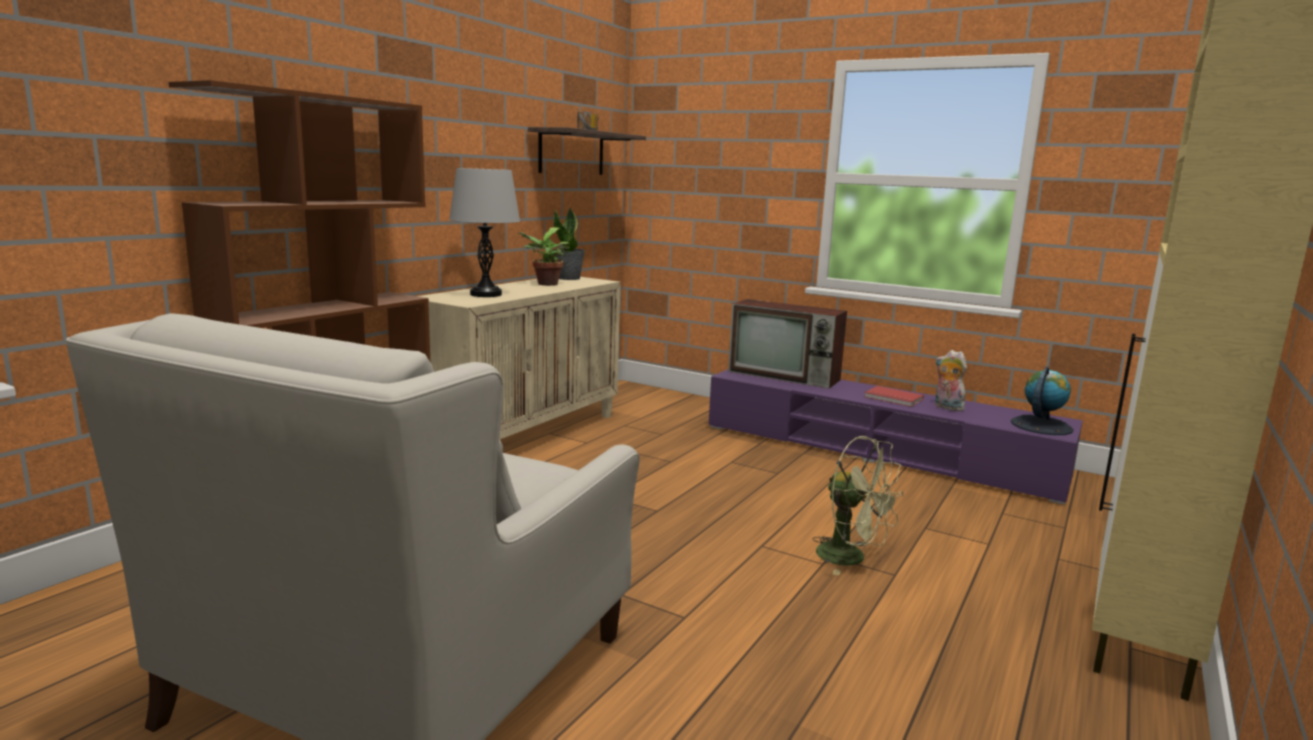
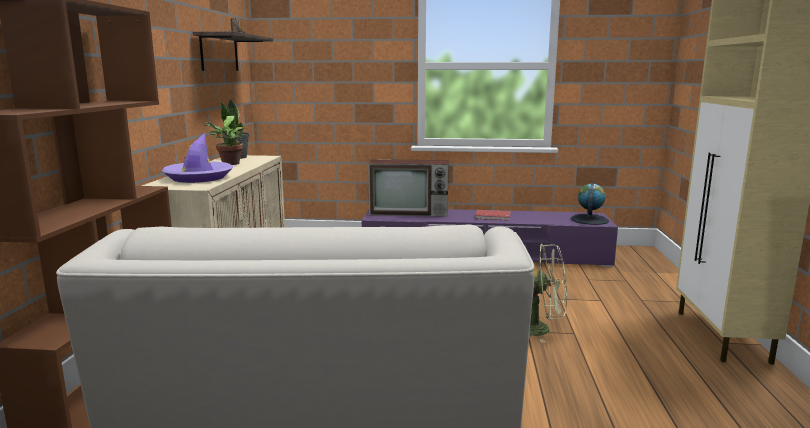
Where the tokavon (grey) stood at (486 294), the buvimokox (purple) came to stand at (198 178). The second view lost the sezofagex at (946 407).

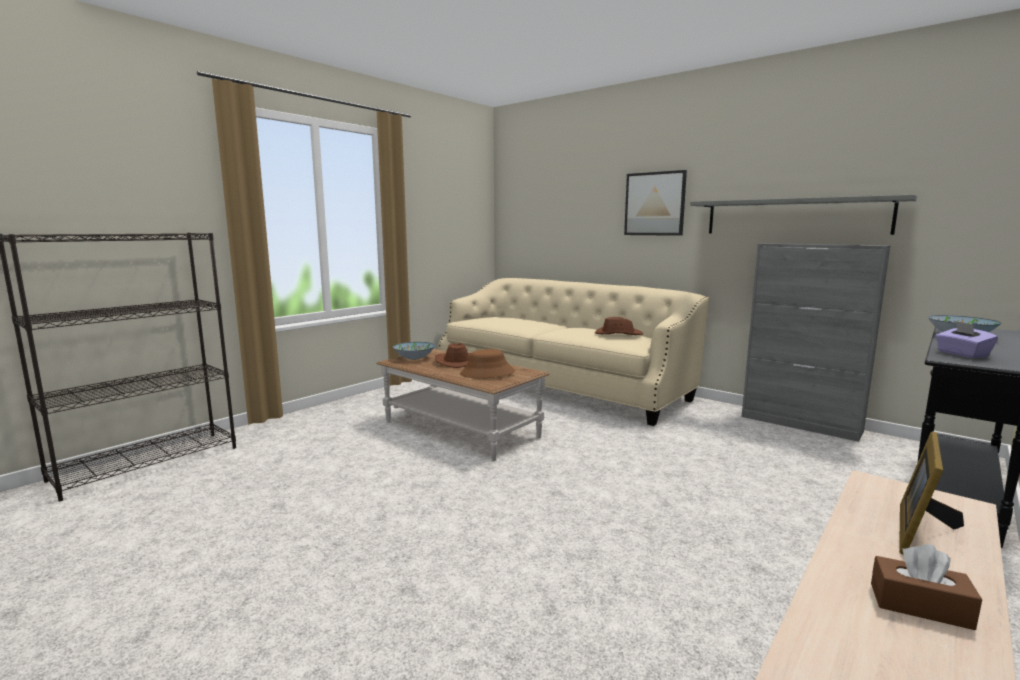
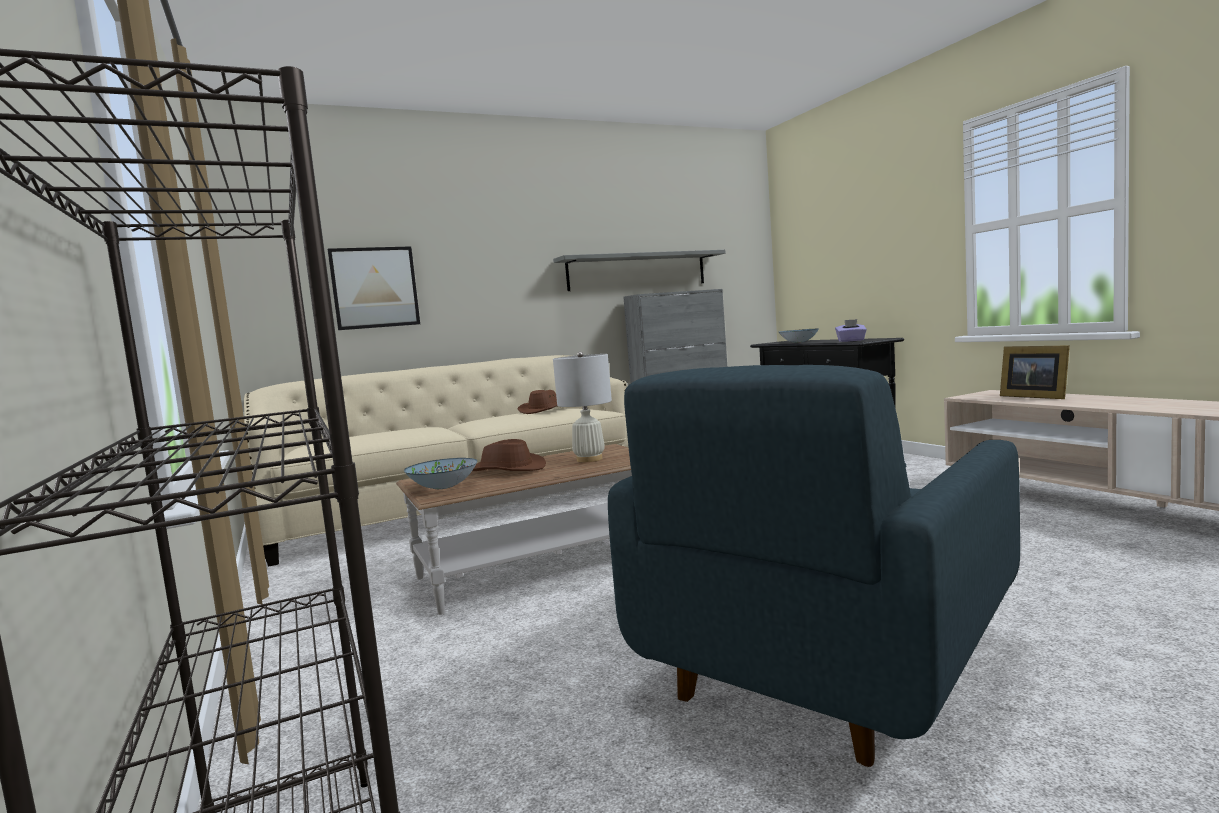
Where the buvimokox (brown) stood at (487 373), the tokavon (white) came to stand at (589 459). The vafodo ended up elsewhere, having gone from (654 204) to (375 287). The second view lost the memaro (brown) at (920 605). The second view gained the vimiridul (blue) at (825 663).

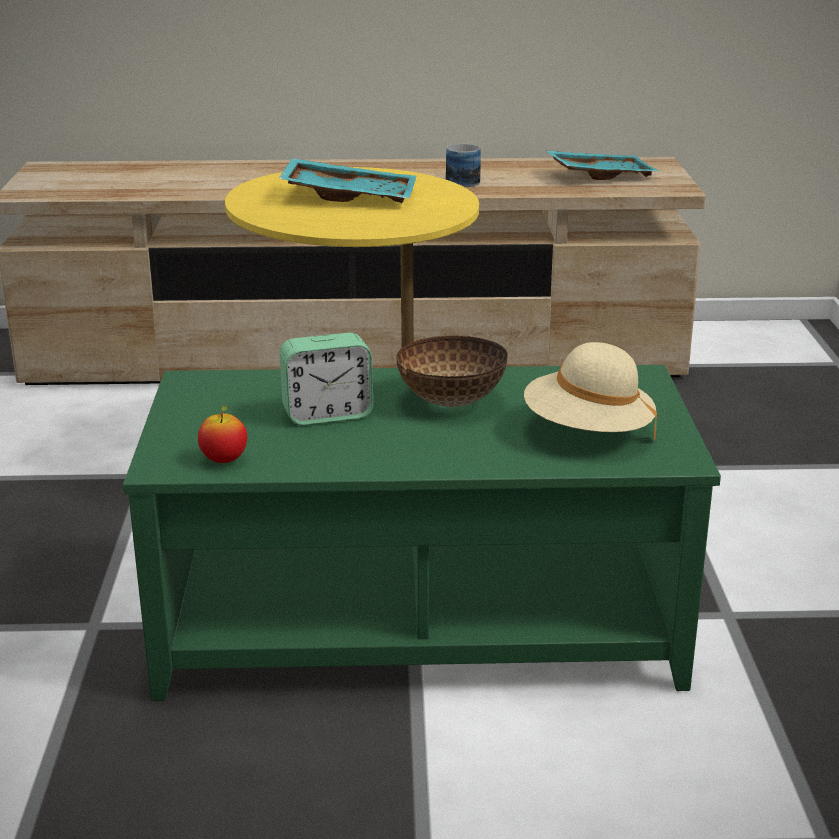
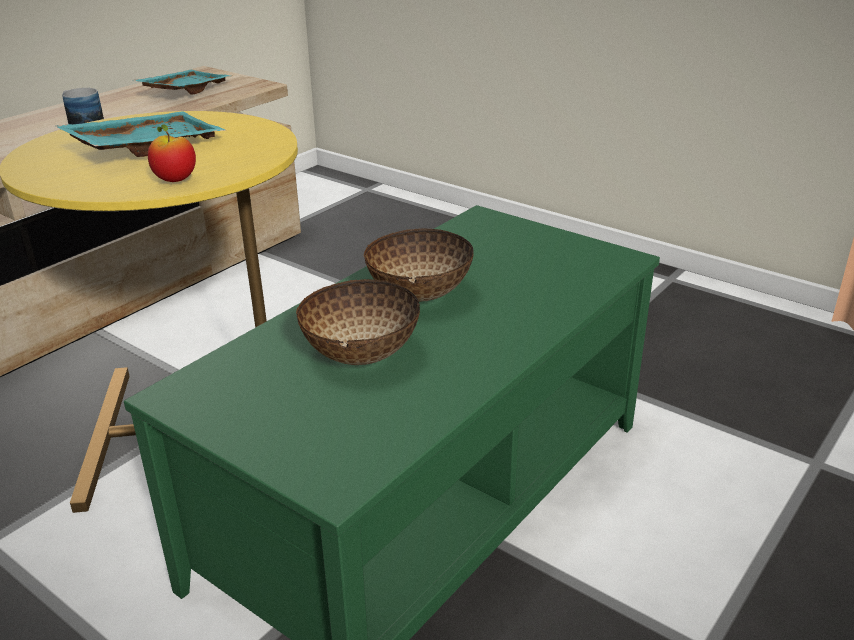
The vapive ended up elsewhere, having gone from (224 460) to (175 180). Where the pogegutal stood at (327 414), the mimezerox came to stand at (360 354). The second view lost the buvimokox (beige) at (587 432).

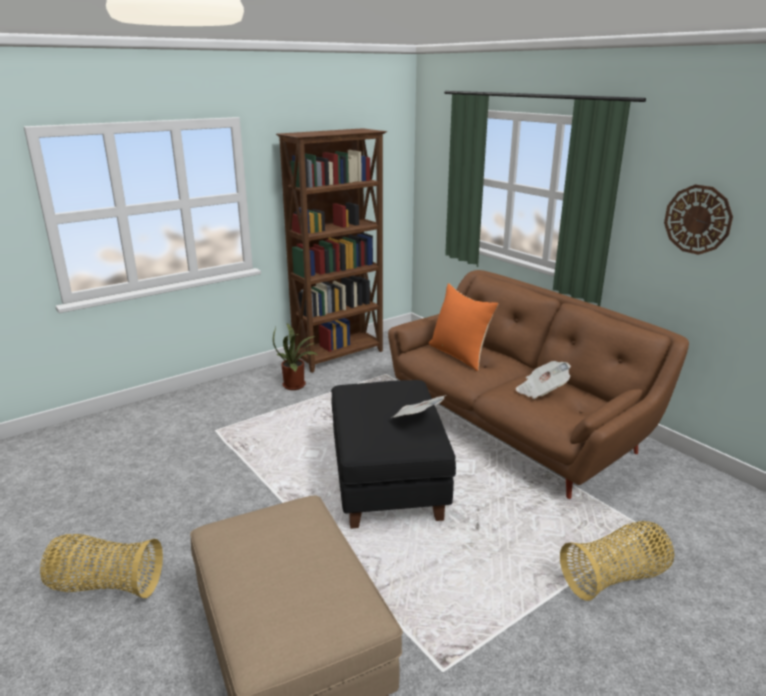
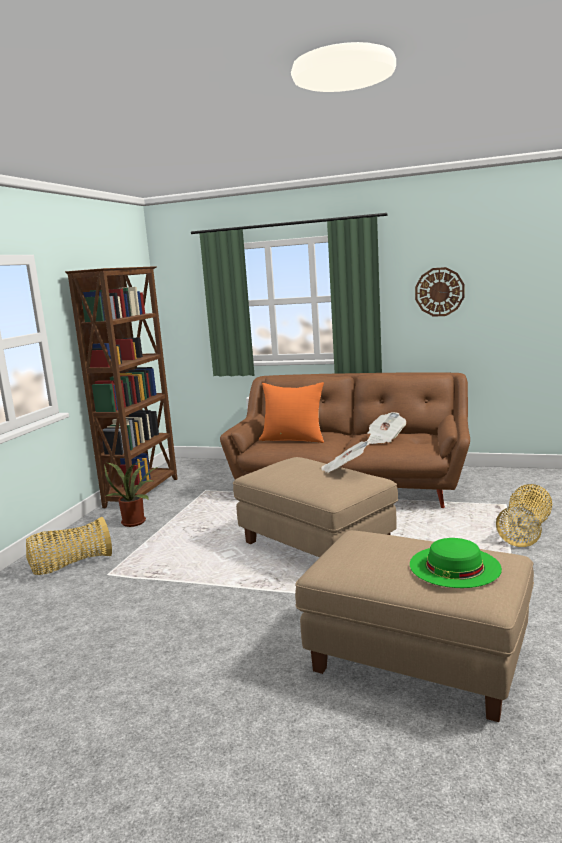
The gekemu ended up elsewhere, having gone from (105 585) to (70 565). What was the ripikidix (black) at (387 481) turned into the ripikidix (beige) at (315 545). The second view gained the buvimokox (green) at (454 566).

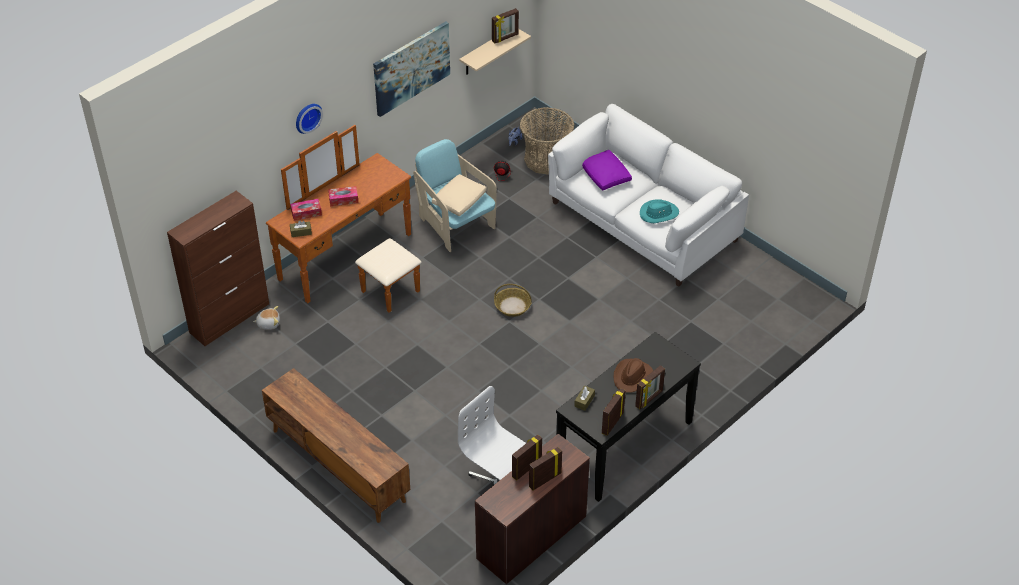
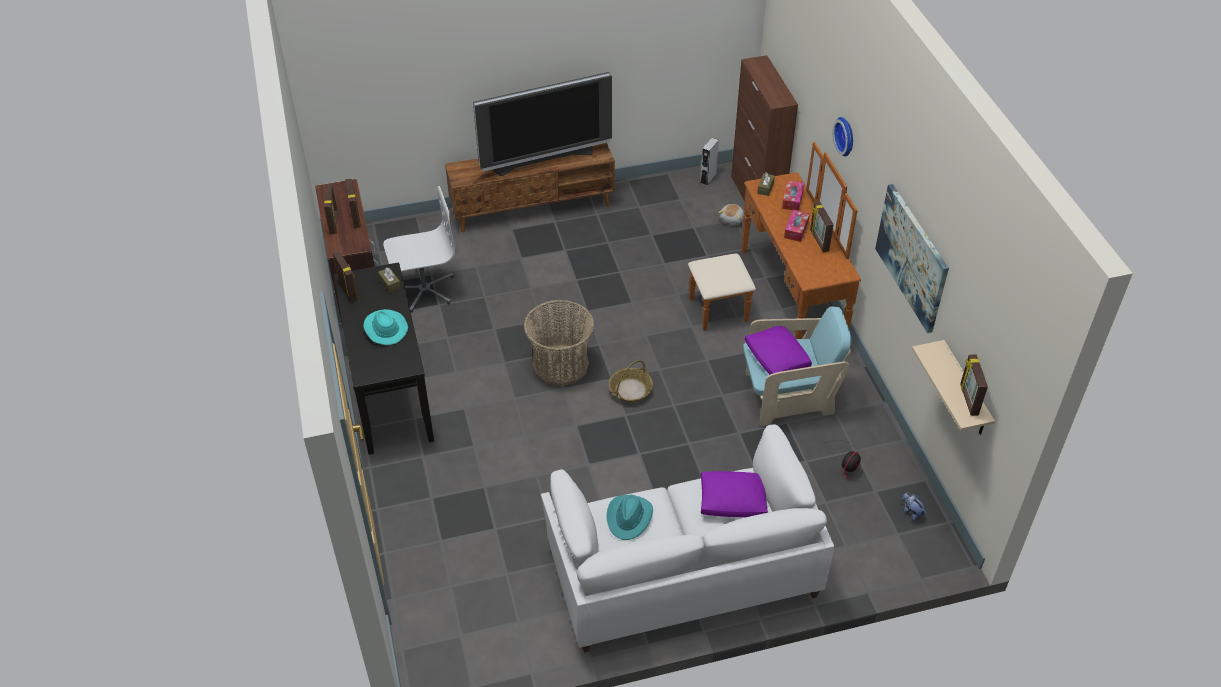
What was the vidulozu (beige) at (459 200) turned into the vidulozu (purple) at (777 358). The gekemu ended up elsewhere, having gone from (546 159) to (560 365). What was the buvimokox (brown) at (632 377) turned into the buvimokox (turquoise) at (385 328). The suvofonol ended up elsewhere, having gone from (649 399) to (818 241). The second view gained the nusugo at (544 160). The second view gained the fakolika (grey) at (708 178).

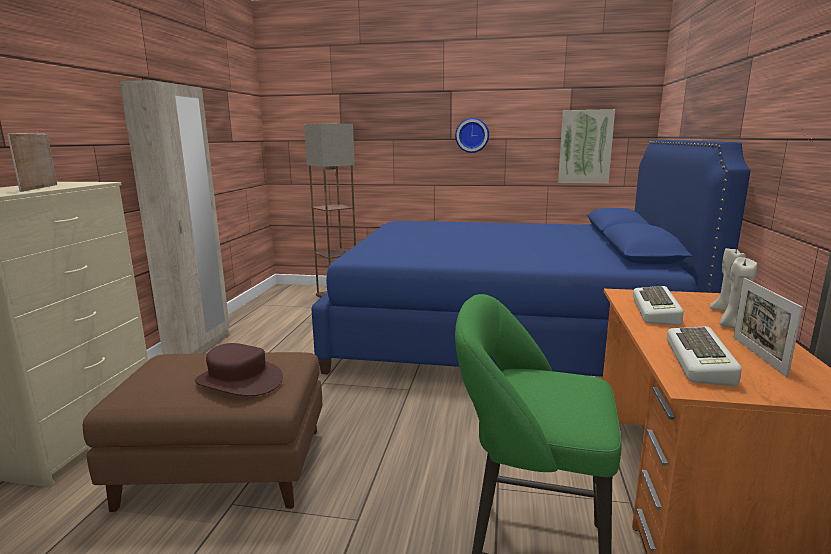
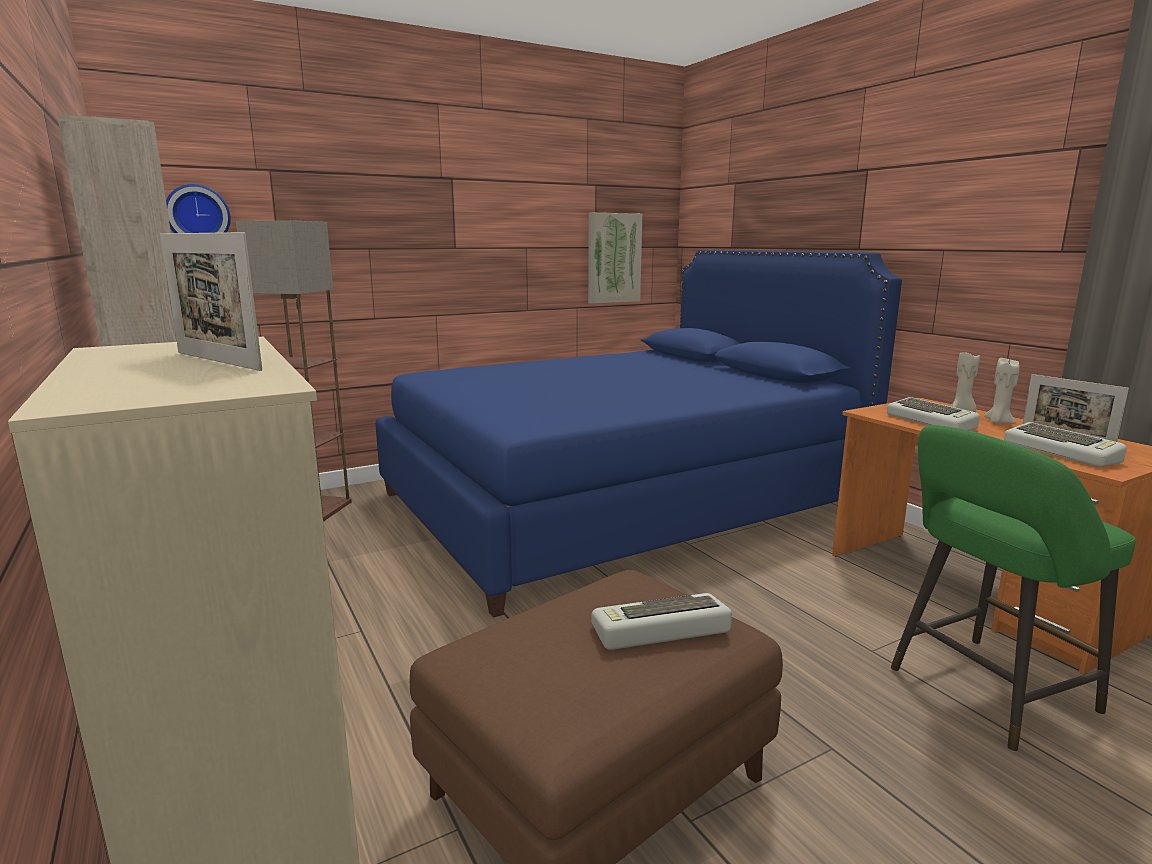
Where the buvimokox (brown) stood at (238 381), the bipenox came to stand at (660 631). The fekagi ended up elsewhere, having gone from (472 135) to (197 215).

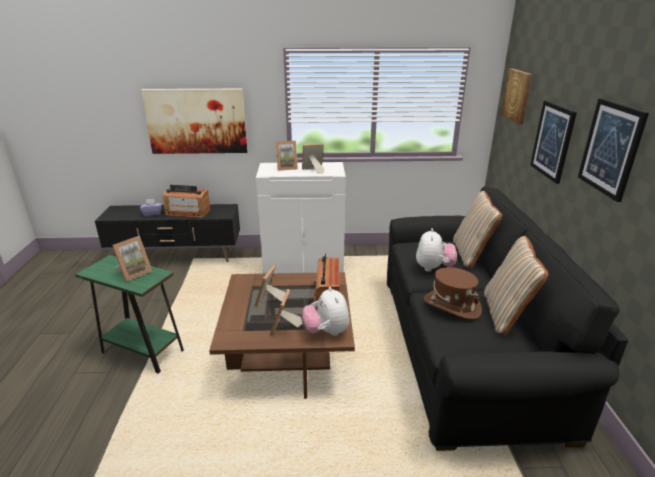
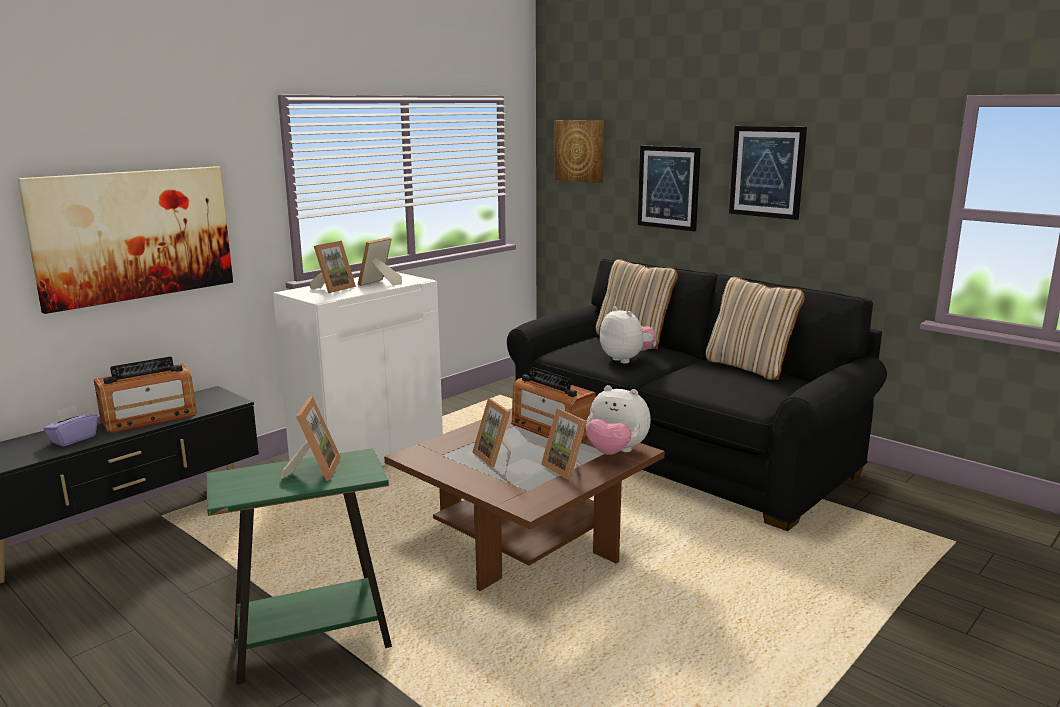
The second view lost the buvimokox (brown) at (451 306).

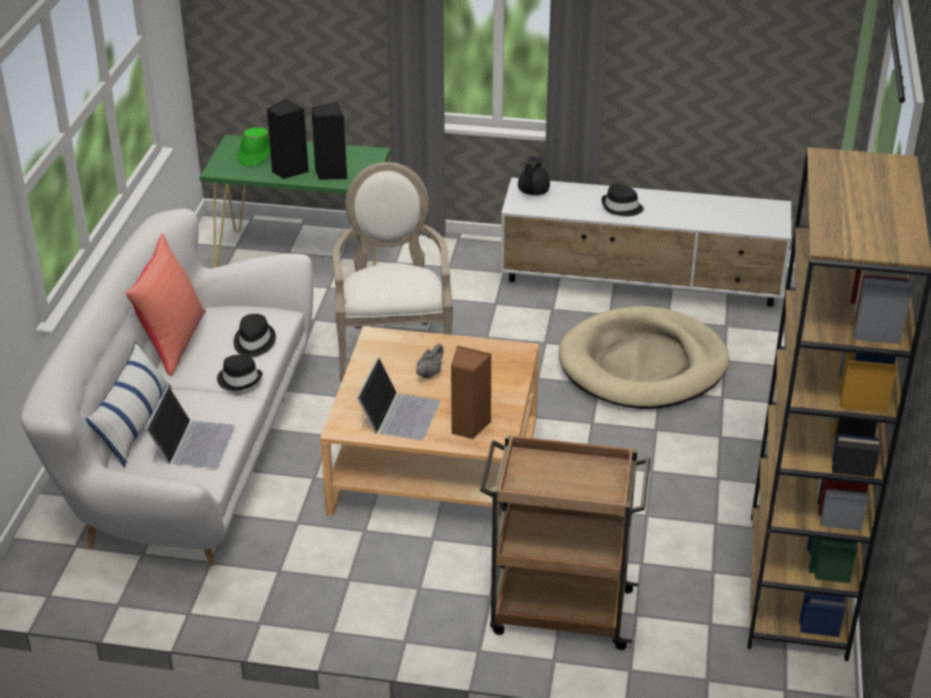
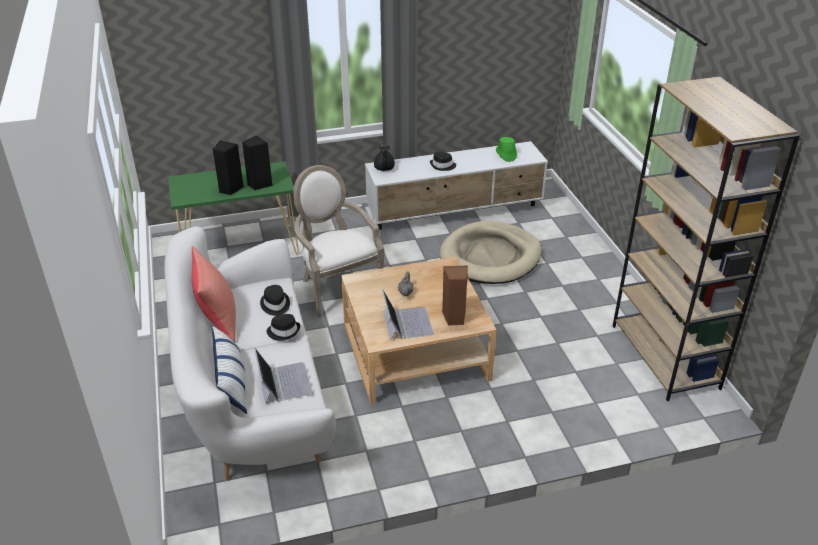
The buvimokox (green) ended up elsewhere, having gone from (255 155) to (506 154). The second view lost the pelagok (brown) at (558 611).

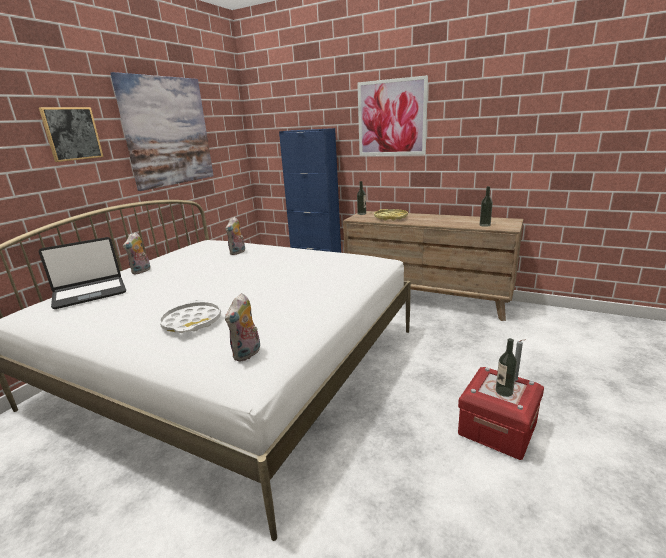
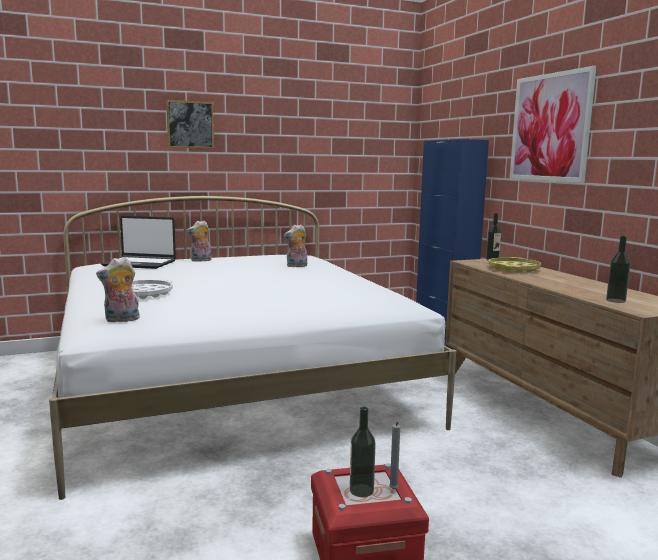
The second view lost the vafodo at (168 132).

